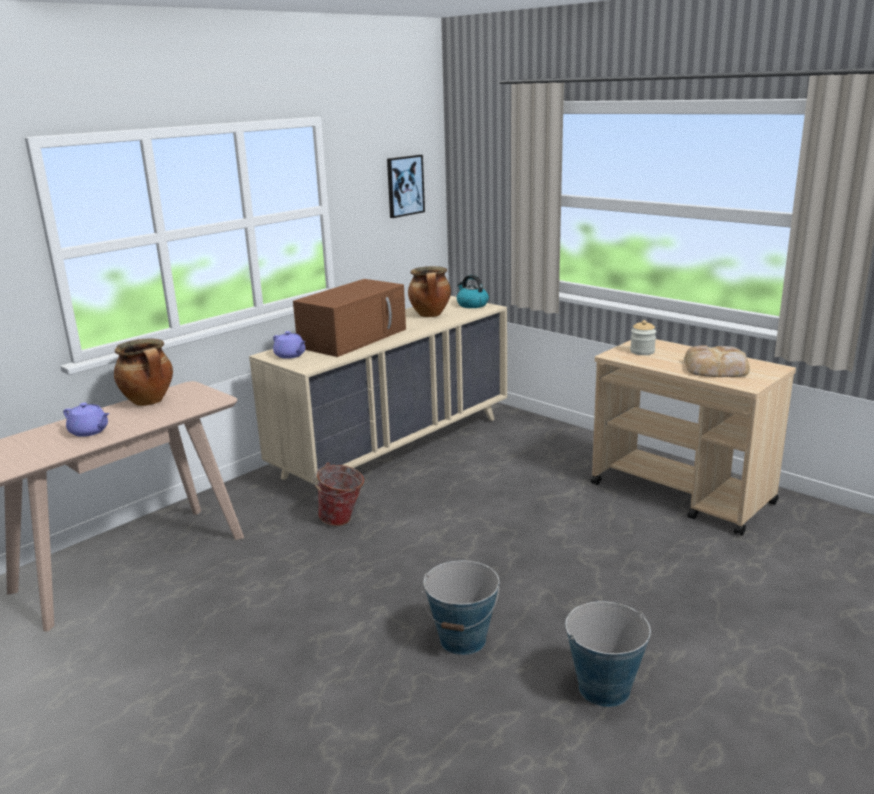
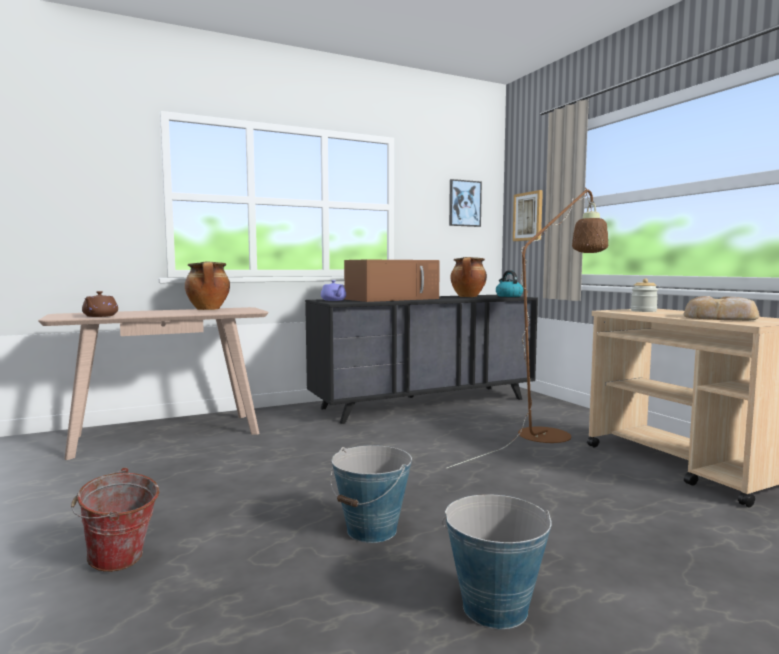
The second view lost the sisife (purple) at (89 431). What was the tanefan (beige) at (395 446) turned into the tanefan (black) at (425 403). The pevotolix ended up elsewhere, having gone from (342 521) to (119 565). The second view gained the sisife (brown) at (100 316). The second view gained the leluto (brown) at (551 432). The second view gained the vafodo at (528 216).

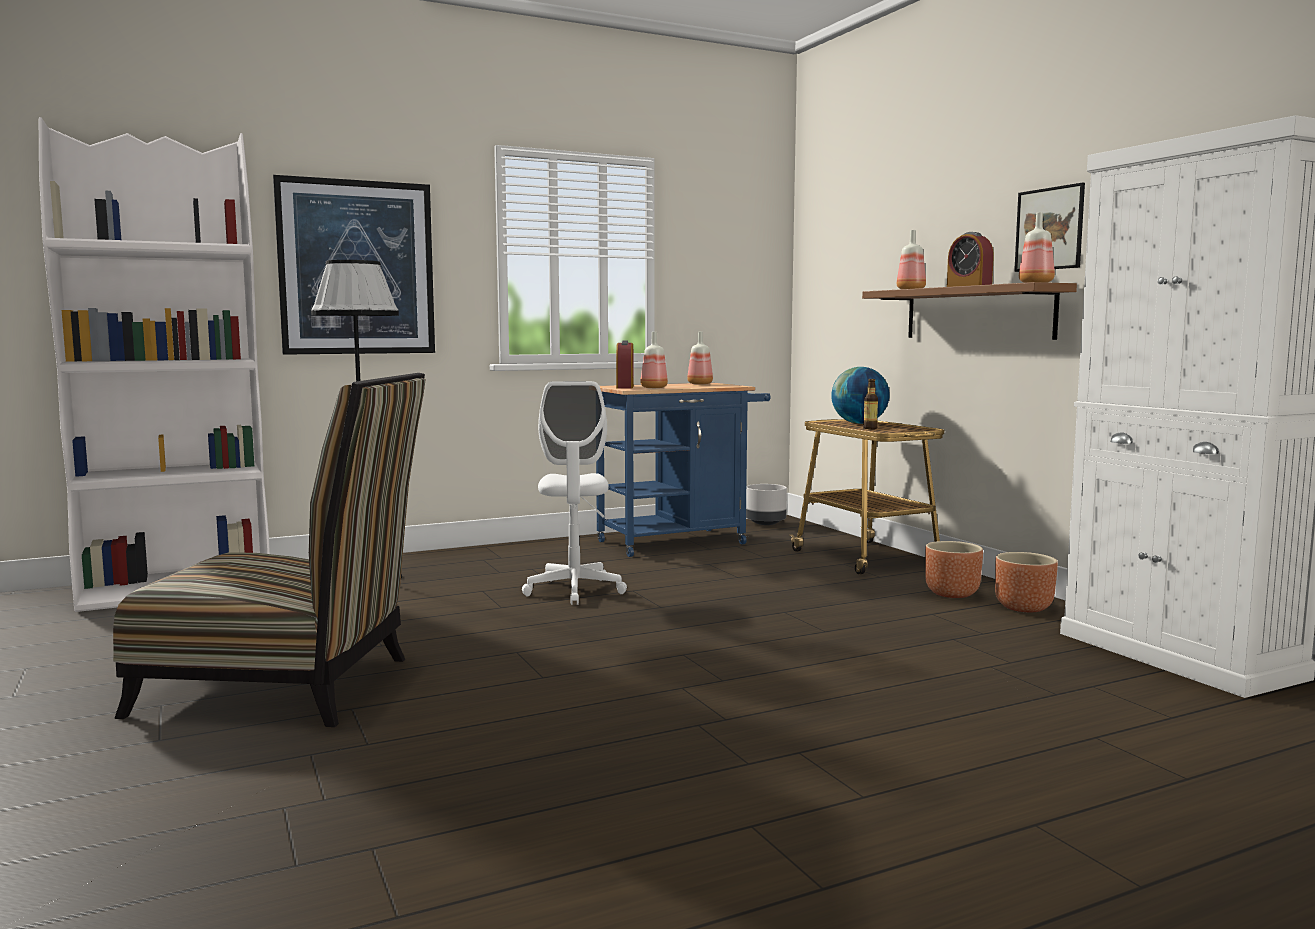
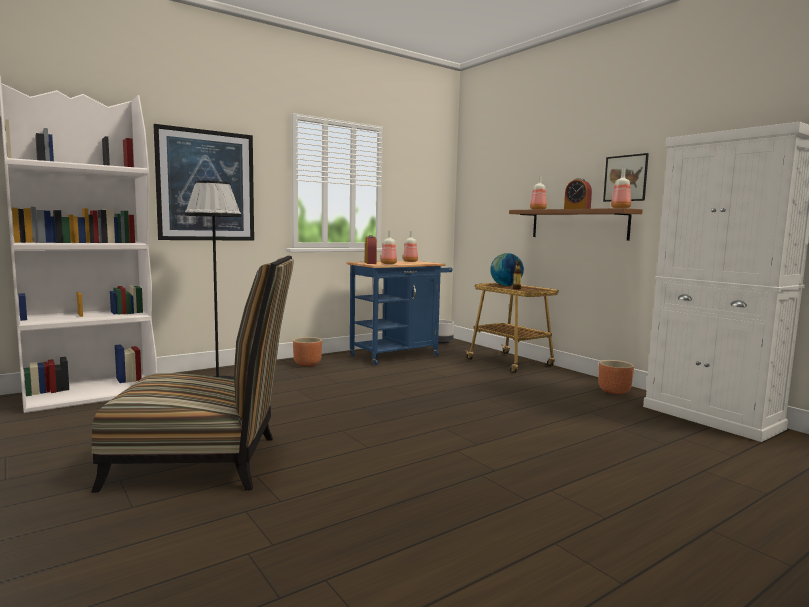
The second view lost the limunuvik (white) at (574 590). The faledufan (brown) ended up elsewhere, having gone from (951 594) to (307 364).

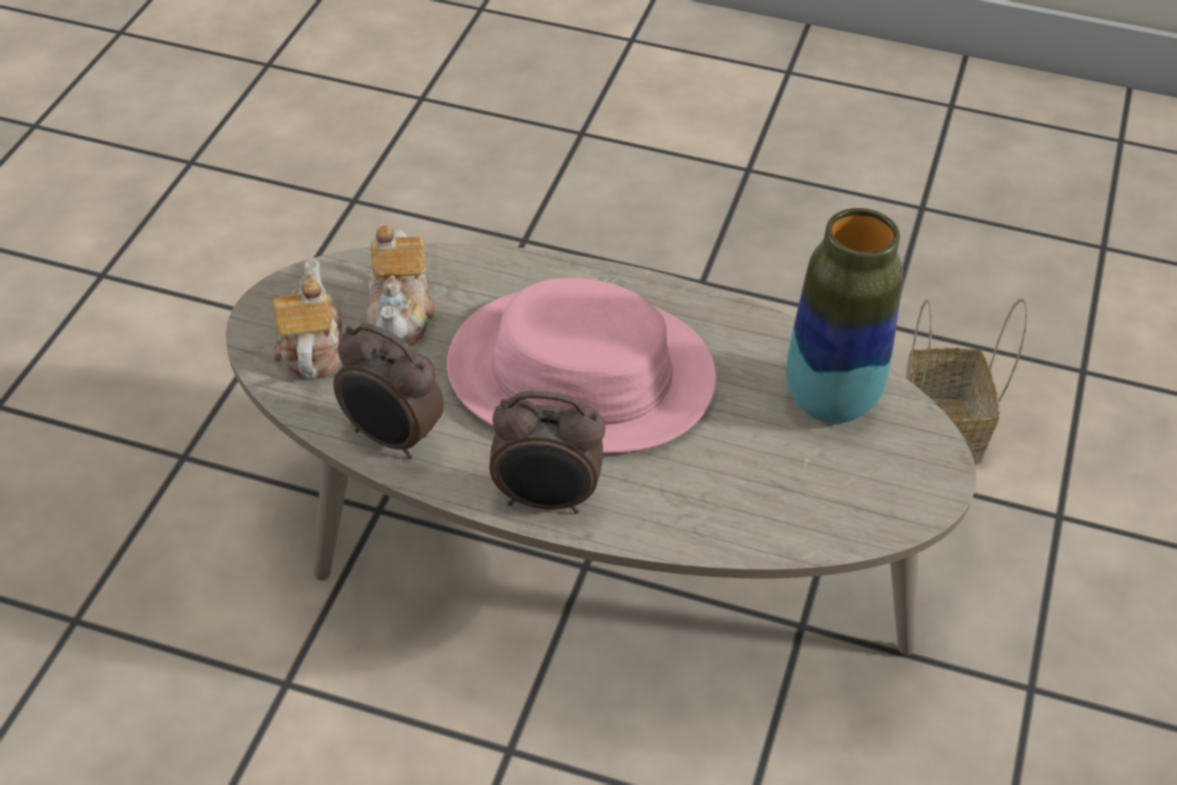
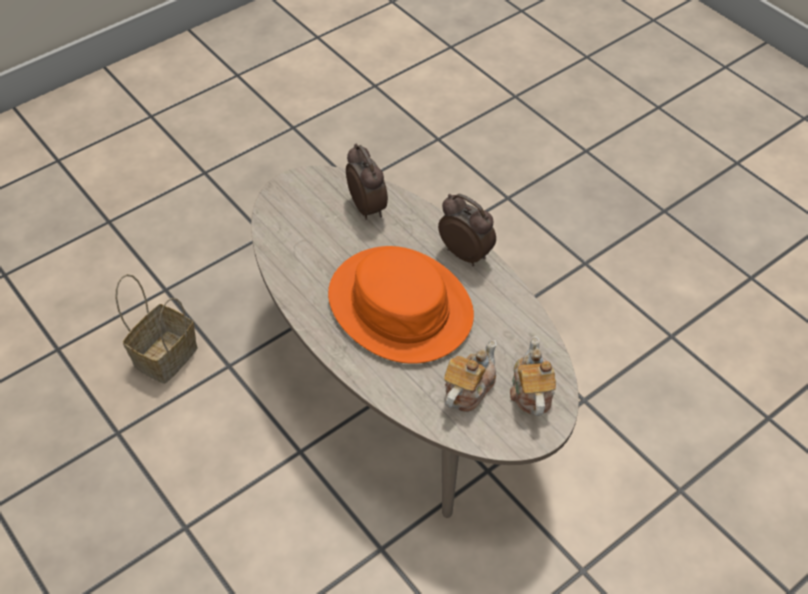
The sisife at (309 349) ended up facing another way, 150 degrees clockwise from before. The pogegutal ended up elsewhere, having gone from (391 438) to (368 207). What was the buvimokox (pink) at (580 375) turned into the buvimokox (orange) at (400 305). The second view lost the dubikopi at (831 400).

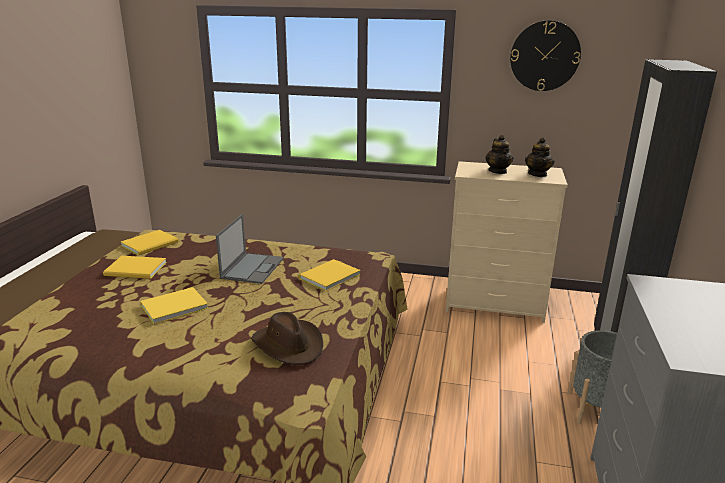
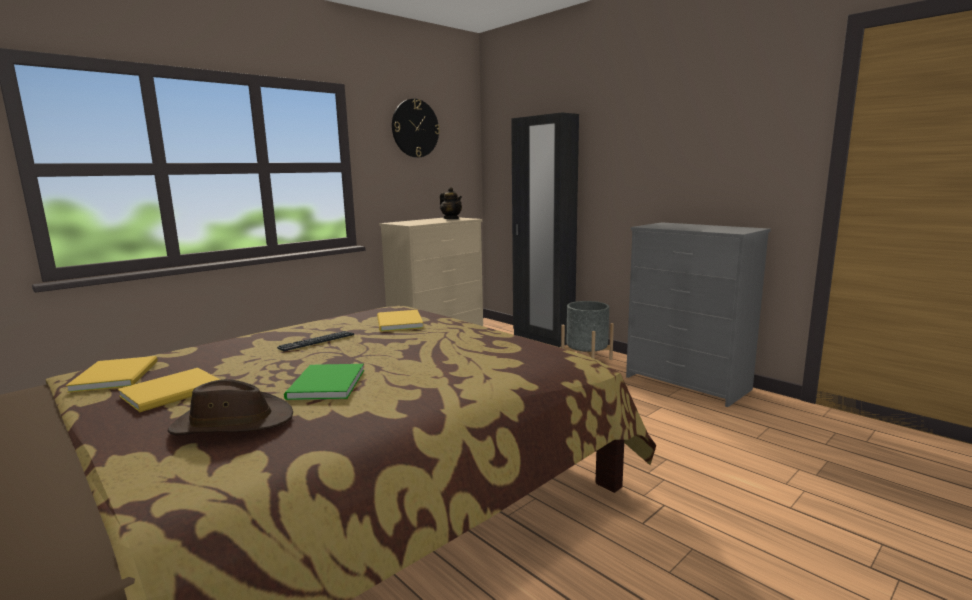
What was the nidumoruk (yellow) at (172 306) turned into the nidumoruk (green) at (324 385). Where the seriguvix stood at (252 268), the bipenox came to stand at (316 342). The buvimokox (brown) ended up elsewhere, having gone from (289 345) to (232 422). The second view lost the sisife at (498 171).

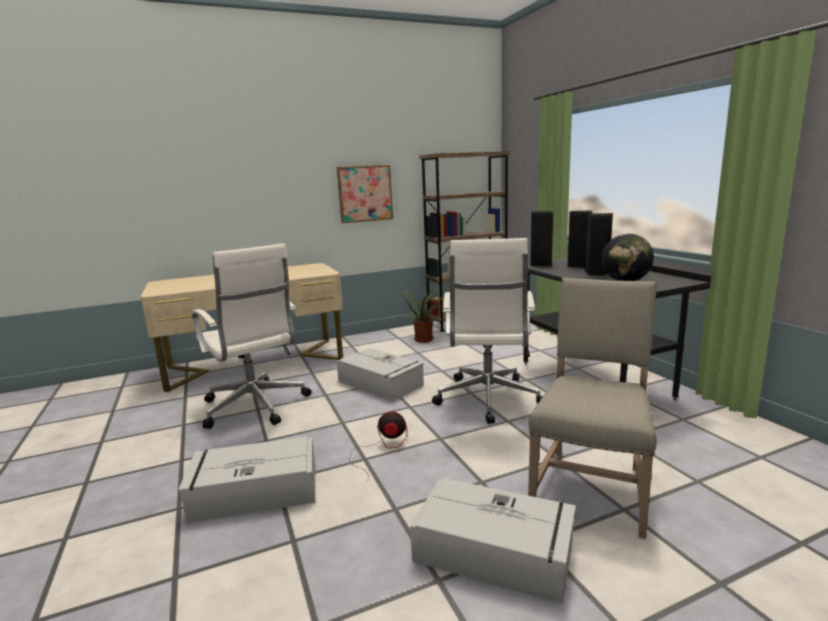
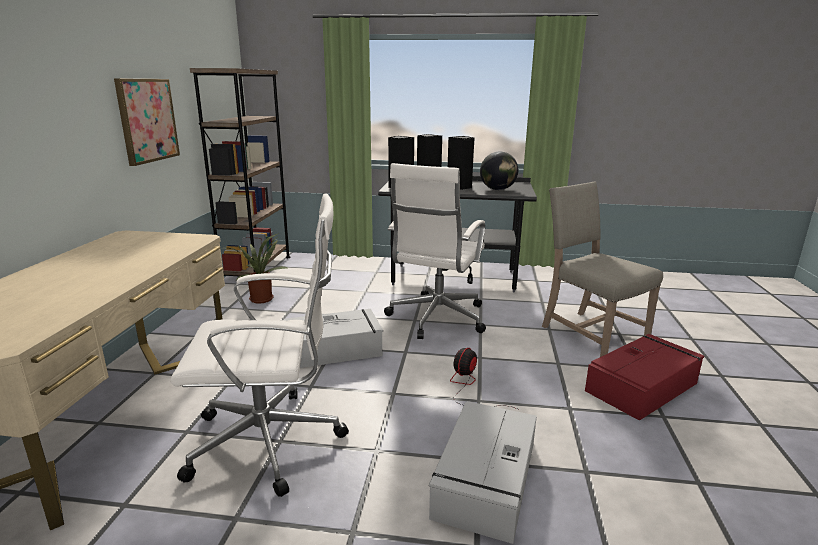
What was the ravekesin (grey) at (496 552) turned into the ravekesin (red) at (642 386). The limunuvik (white) at (487 399) ended up facing another way, 75 degrees clockwise from before.

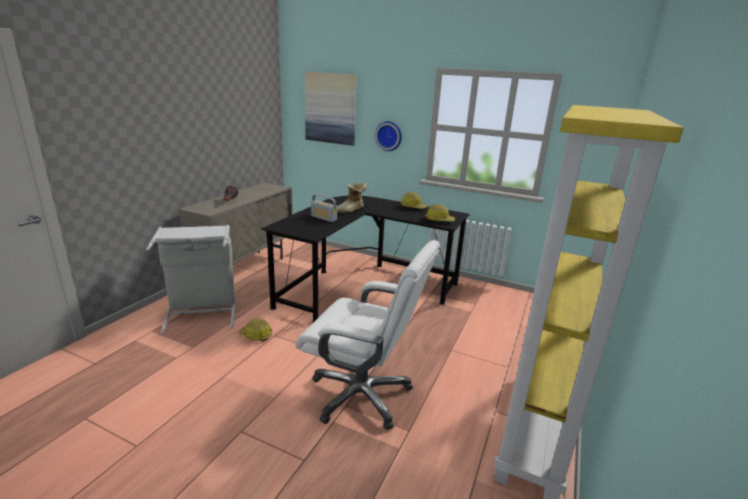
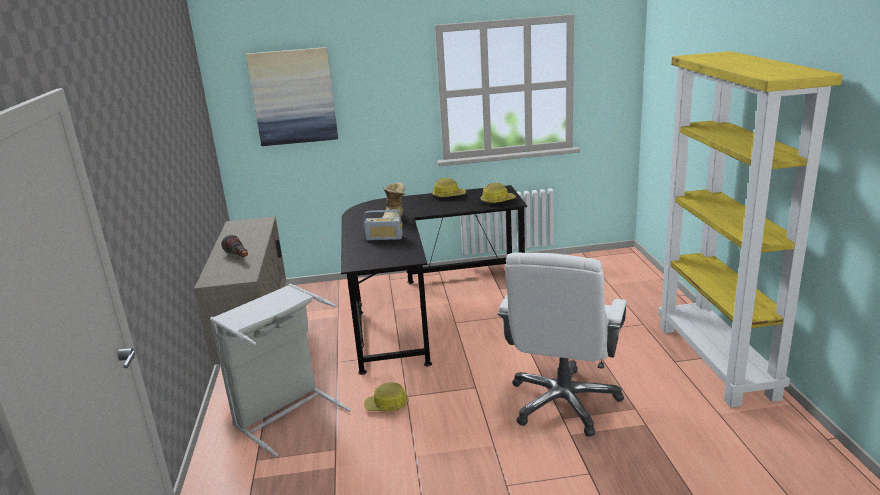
The limunuvik (white) at (362 394) ended up facing another way, 120 degrees clockwise from before. The second view lost the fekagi at (389 136).

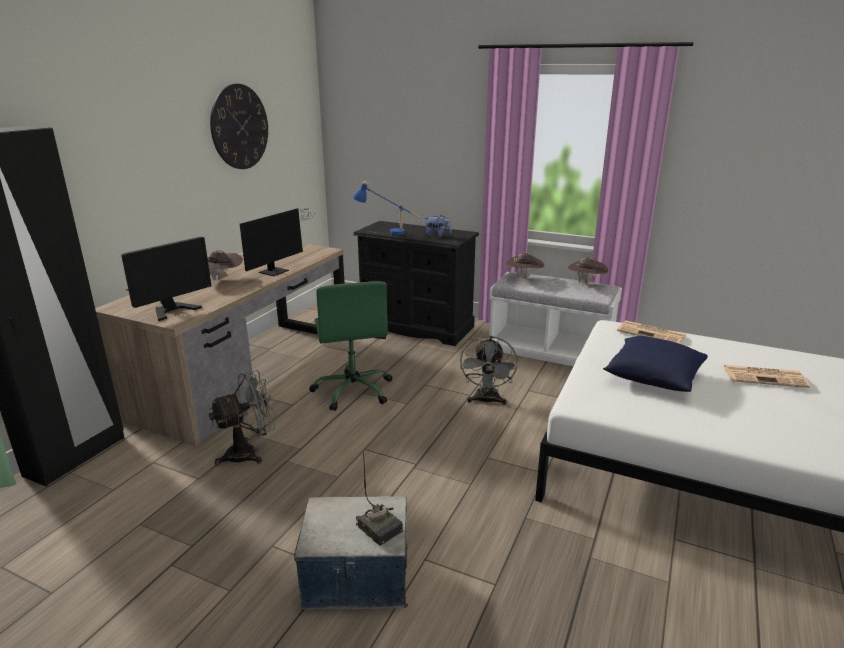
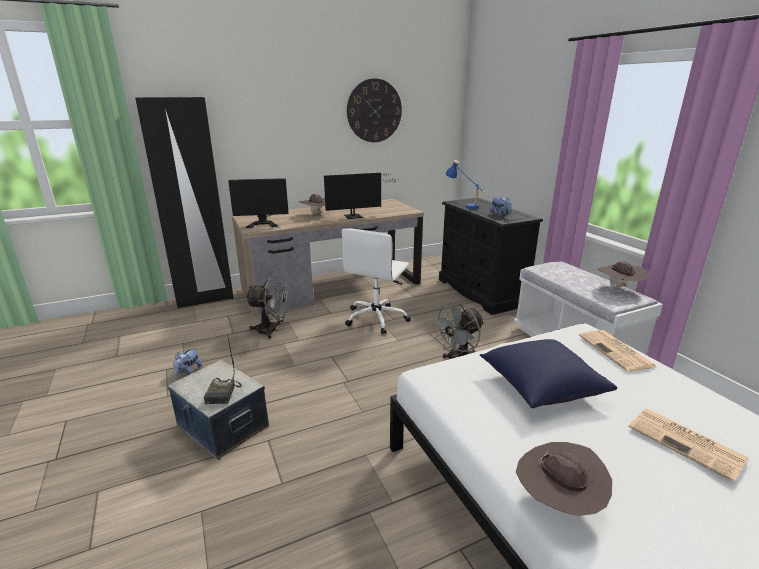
What was the limunuvik (green) at (353 390) turned into the limunuvik (white) at (376 318). The buvimokox (brown) ended up elsewhere, having gone from (524 278) to (558 503). The second view gained the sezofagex at (188 371).

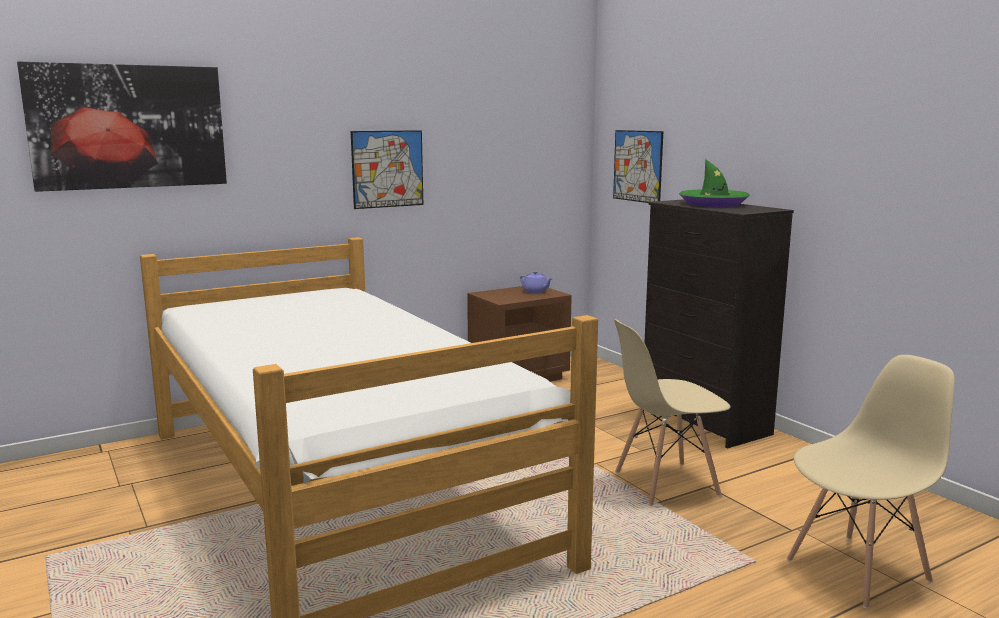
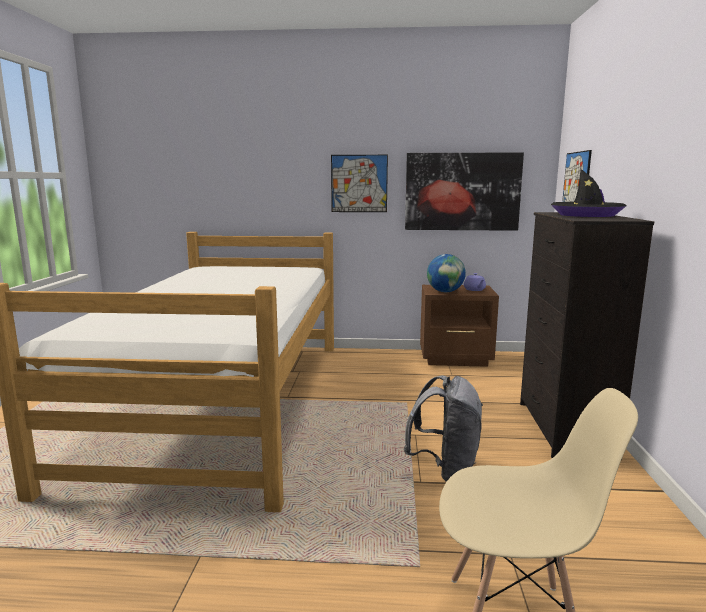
The vafodo ended up elsewhere, having gone from (128 127) to (462 192). Where the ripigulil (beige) stood at (665 484), the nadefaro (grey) came to stand at (445 469). What was the buvimokox (green) at (713 204) turned into the buvimokox (black) at (586 215). The second view gained the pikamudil at (445 292).

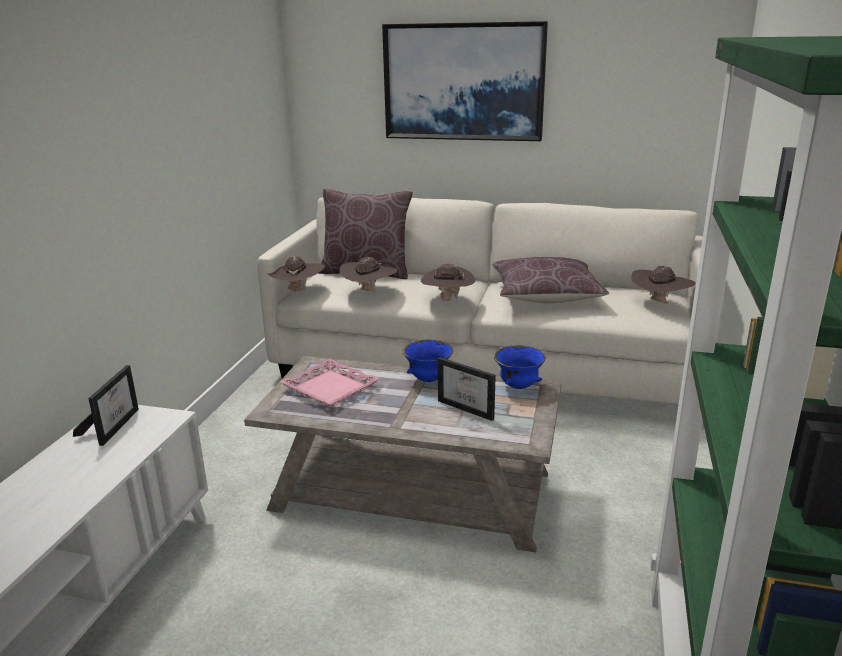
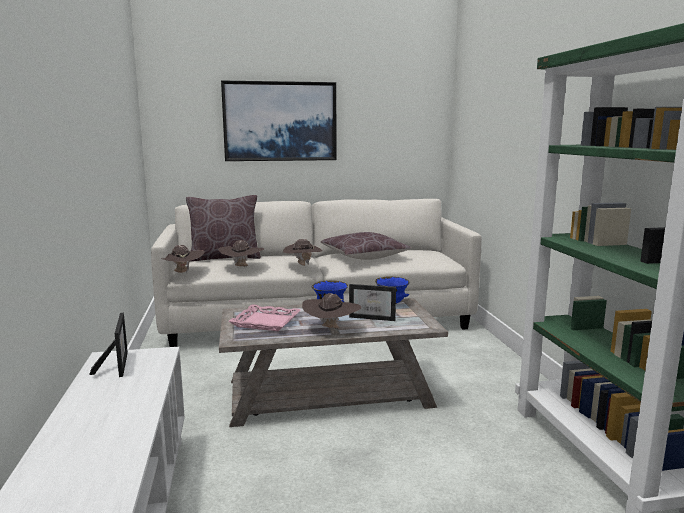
The buvimokox (brown) ended up elsewhere, having gone from (659 303) to (331 329).

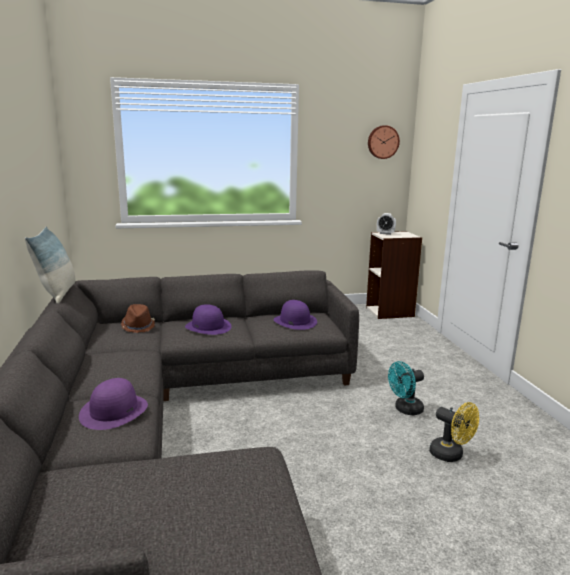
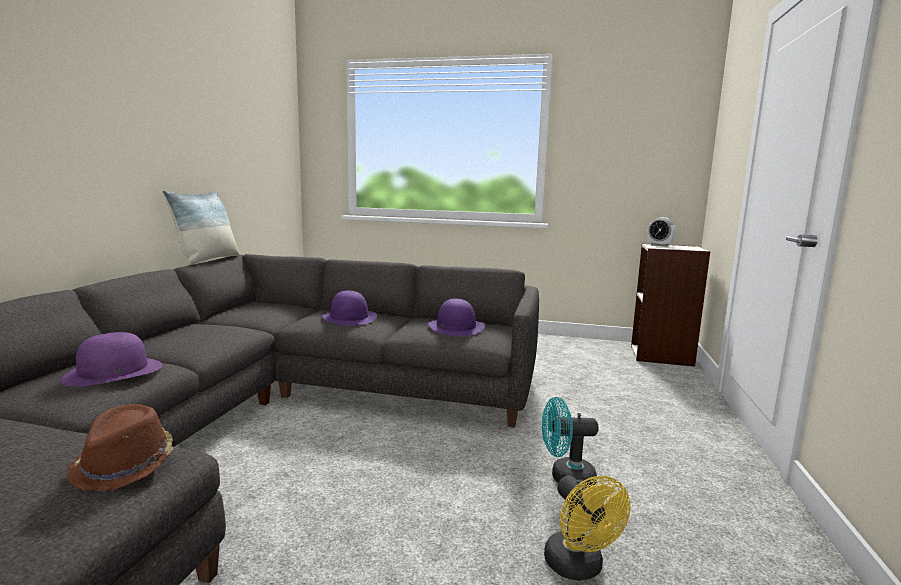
The buvimokox (brown) ended up elsewhere, having gone from (138 326) to (126 464). The second view lost the fekagi at (382 142).

